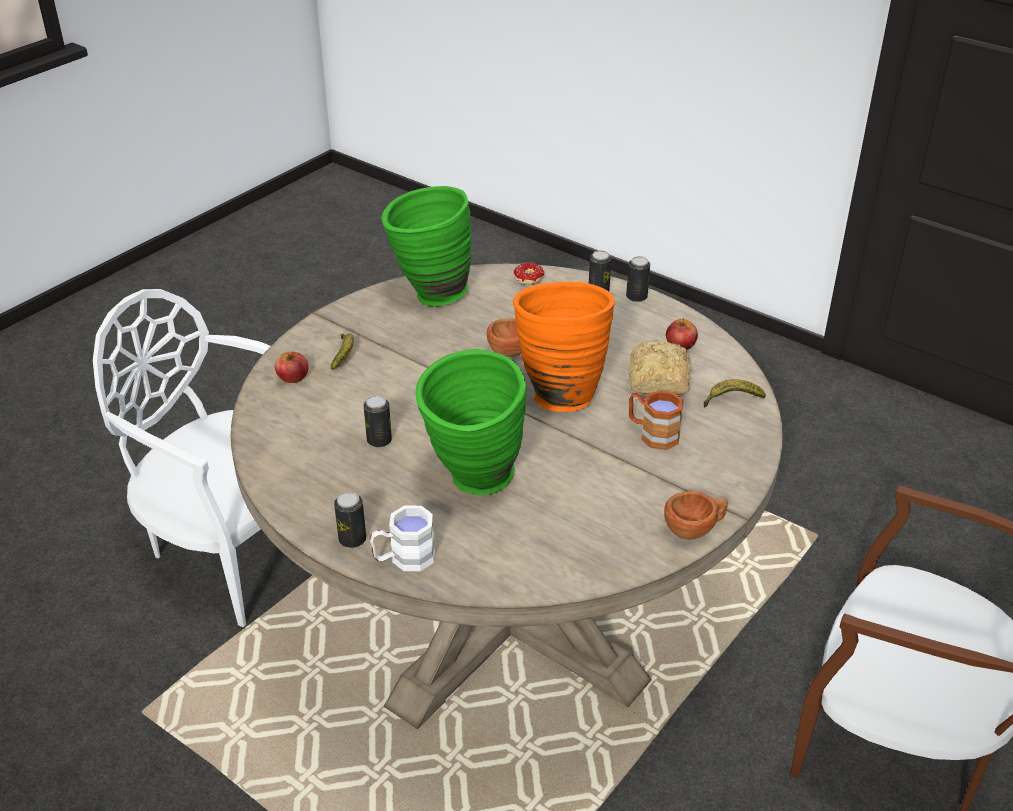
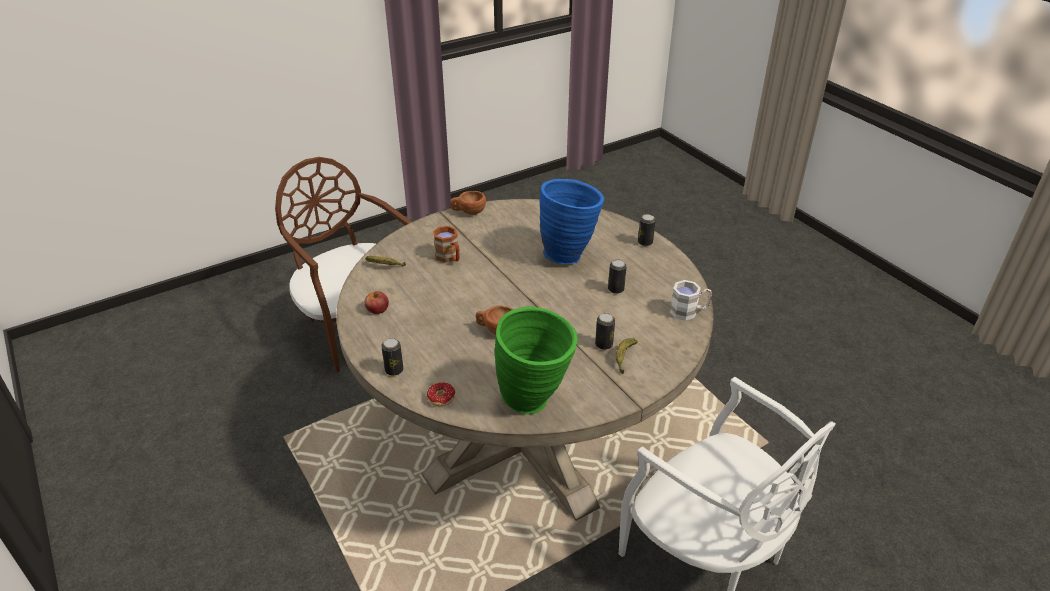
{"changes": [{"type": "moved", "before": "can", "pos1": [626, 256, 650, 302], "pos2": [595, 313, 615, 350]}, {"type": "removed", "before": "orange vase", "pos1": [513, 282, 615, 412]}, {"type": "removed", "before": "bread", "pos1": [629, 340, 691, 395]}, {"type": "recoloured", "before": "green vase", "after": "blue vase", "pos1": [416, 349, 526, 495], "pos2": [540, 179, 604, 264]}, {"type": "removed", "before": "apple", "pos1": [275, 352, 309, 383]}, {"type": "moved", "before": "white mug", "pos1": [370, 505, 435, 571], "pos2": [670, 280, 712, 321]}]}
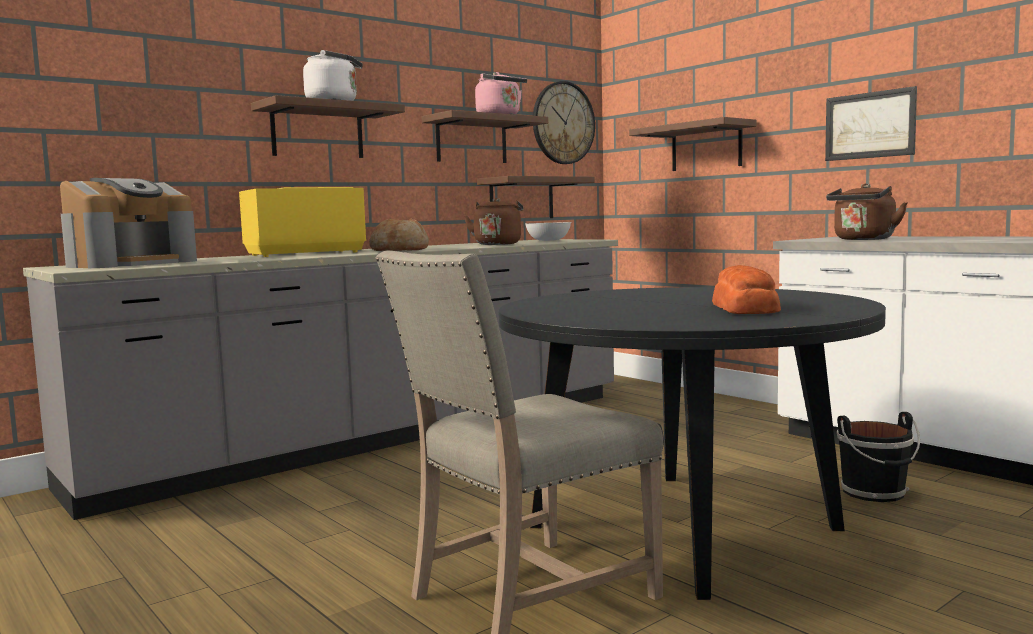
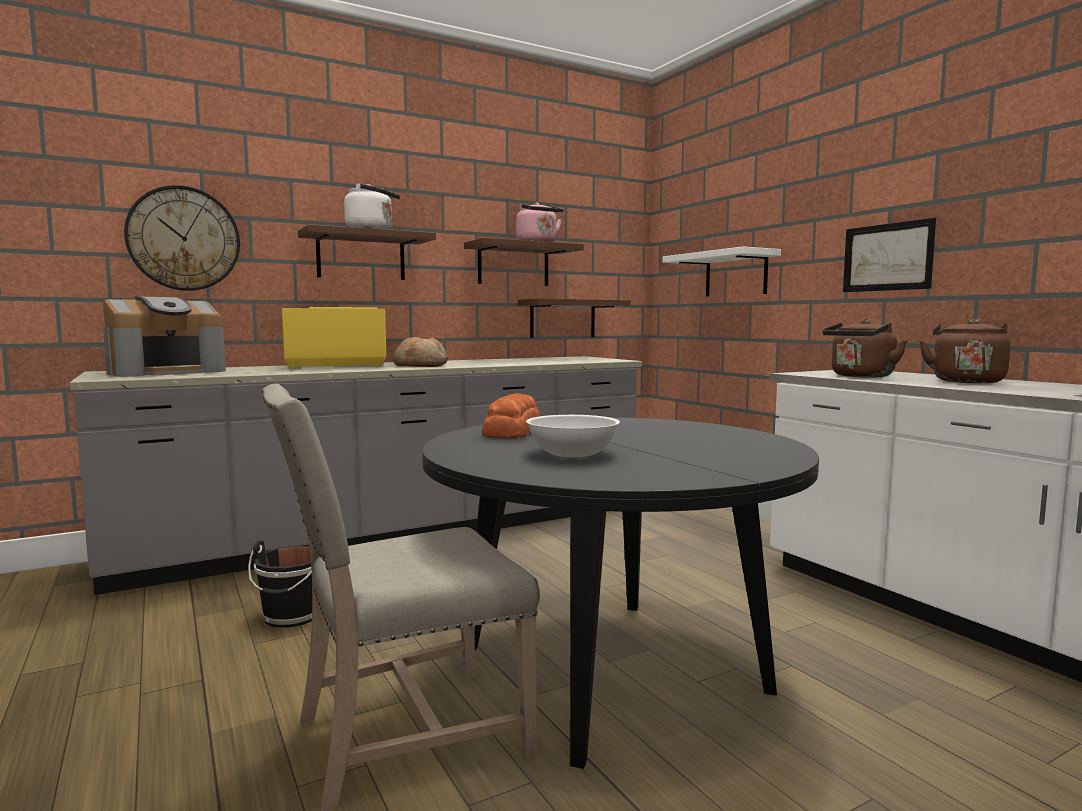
{"changes": [{"type": "moved", "before": "wall clock", "pos1": [533, 81, 595, 164], "pos2": [124, 185, 240, 291]}, {"type": "recoloured", "before": "brown shelf", "after": "white shelf", "pos1": [629, 117, 756, 171], "pos2": [663, 246, 781, 297]}, {"type": "moved", "before": "brown kettle", "pos1": [464, 198, 523, 245], "pos2": [919, 319, 1010, 383]}, {"type": "moved", "before": "white bowl", "pos1": [526, 222, 572, 241], "pos2": [526, 415, 620, 457]}, {"type": "moved", "before": "bread", "pos1": [712, 265, 781, 314], "pos2": [482, 393, 540, 438]}, {"type": "moved", "before": "black bucket", "pos1": [837, 412, 920, 502], "pos2": [248, 541, 312, 627]}]}
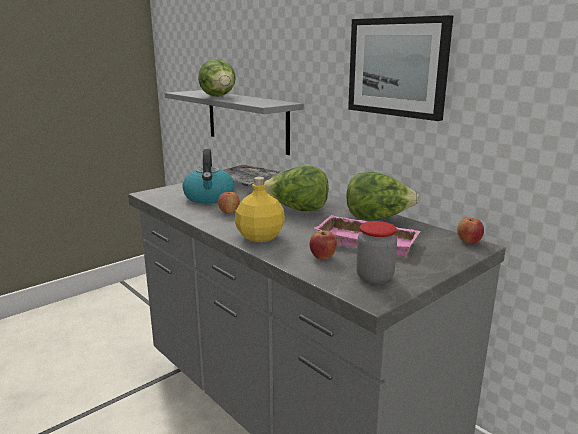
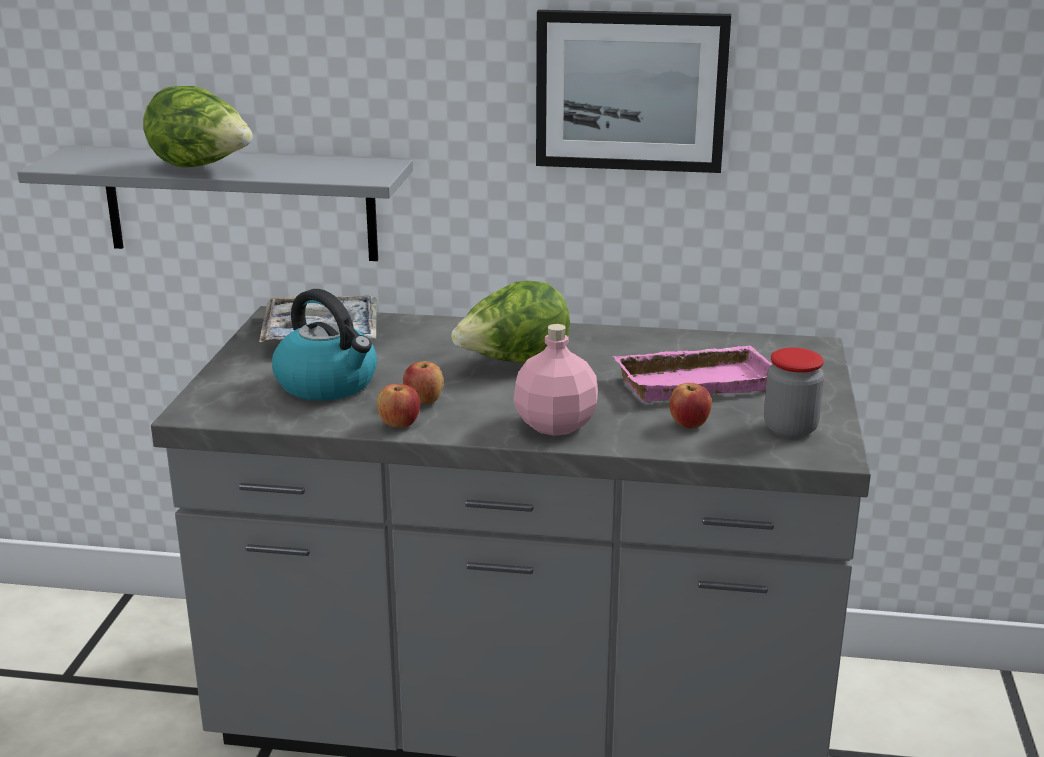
{"changes": [{"type": "removed", "before": "lettuce", "pos1": [346, 172, 419, 221]}, {"type": "recoloured", "before": "yellow bottle", "after": "pink bottle", "pos1": [235, 177, 285, 242], "pos2": [513, 324, 598, 436]}, {"type": "moved", "before": "apple", "pos1": [457, 218, 484, 244], "pos2": [377, 384, 420, 428]}]}
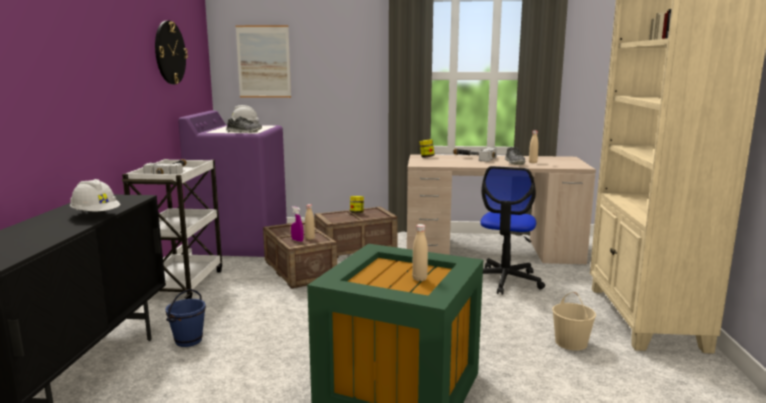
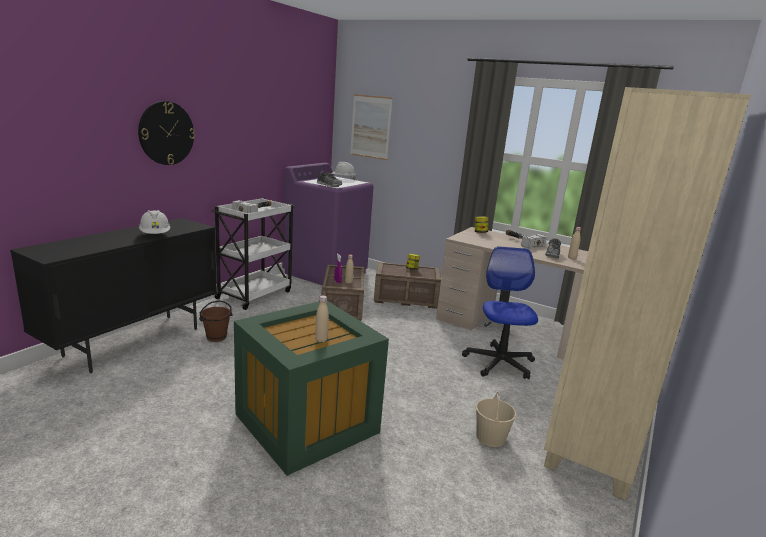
{"changes": [{"type": "moved", "before": "wall clock", "pos1": [155, 20, 188, 84], "pos2": [138, 101, 195, 165]}, {"type": "turned", "before": "office chair", "pos1": [480, 166, 545, 295], "pos2": [462, 246, 538, 379], "turn": 135}, {"type": "recoloured", "before": "blue bucket", "after": "brown bucket", "pos1": [165, 289, 206, 347], "pos2": [199, 300, 233, 342]}]}
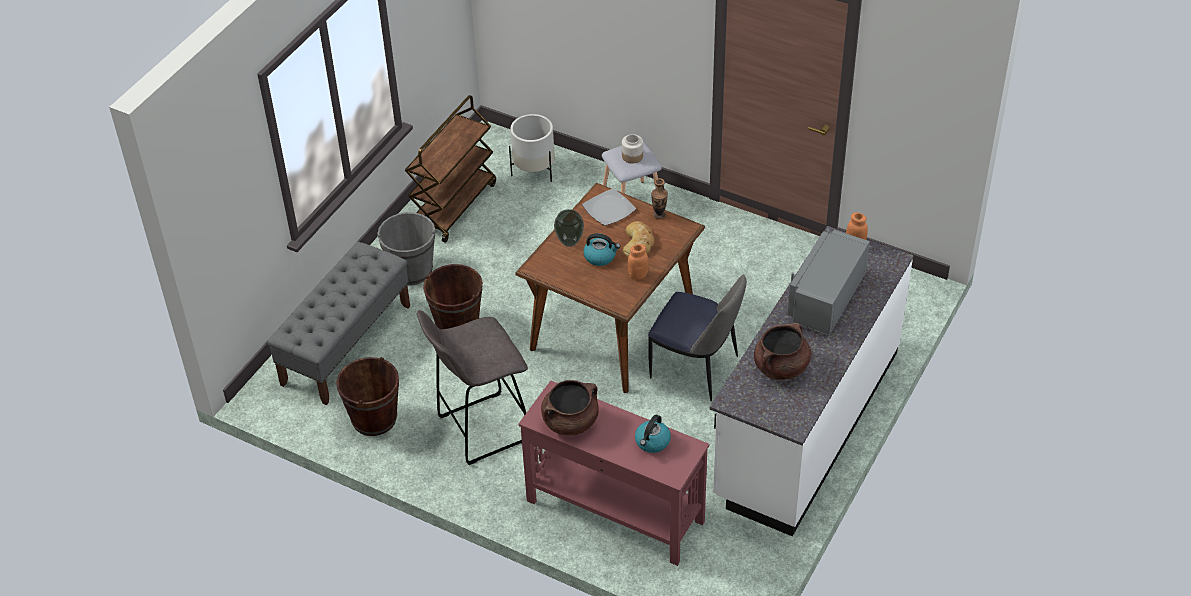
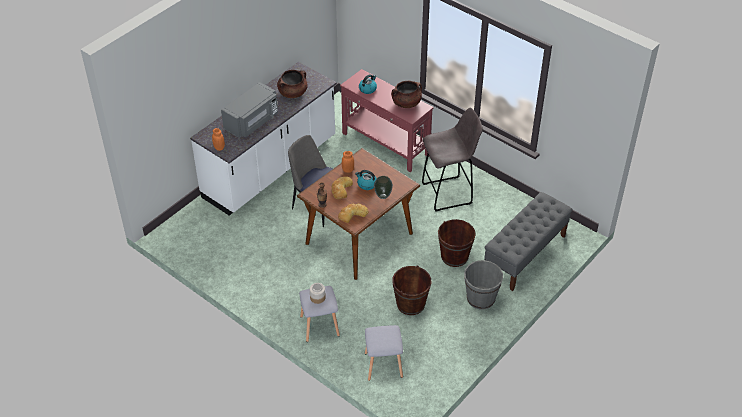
{"changes": [{"type": "removed", "before": "brown cart", "pos1": [405, 95, 496, 243]}, {"type": "replaced", "before": "white planter", "after": "grey stool", "pos1": [509, 114, 555, 182], "pos2": [365, 325, 403, 381]}, {"type": "replaced", "before": "plate", "after": "bread", "pos1": [582, 188, 636, 226], "pos2": [338, 204, 369, 223]}, {"type": "moved", "before": "brown bucket", "pos1": [336, 357, 399, 436], "pos2": [392, 265, 431, 315]}]}
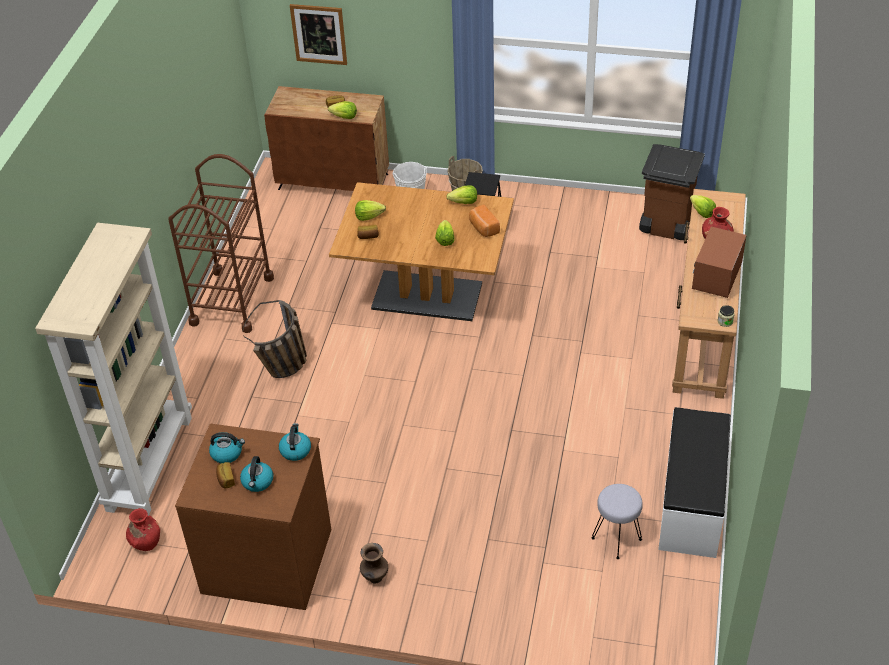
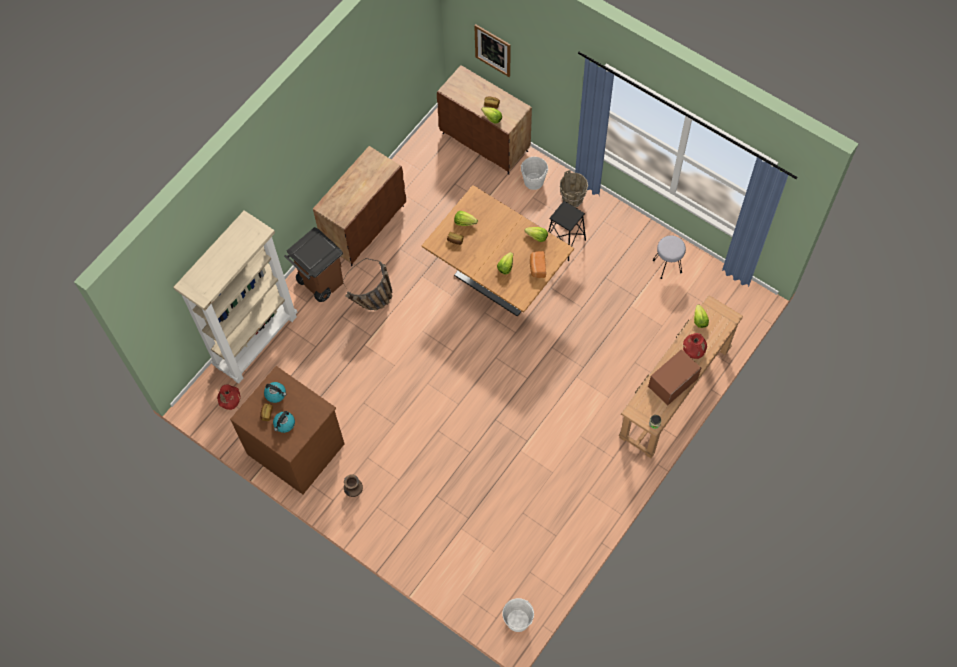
{"changes": [{"type": "moved", "before": "brown trash can", "pos1": [639, 144, 705, 240], "pos2": [284, 227, 343, 302]}, {"type": "replaced", "before": "brown cart", "after": "brown cabinet", "pos1": [168, 154, 274, 333], "pos2": [313, 146, 406, 266]}, {"type": "removed", "before": "white bench", "pos1": [658, 407, 731, 558]}, {"type": "removed", "before": "kettle", "pos1": [279, 423, 311, 461]}, {"type": "moved", "before": "grey stool", "pos1": [591, 484, 643, 559], "pos2": [653, 235, 686, 279]}, {"type": "added", "after": "white bucket", "pos2": [502, 598, 534, 632]}]}
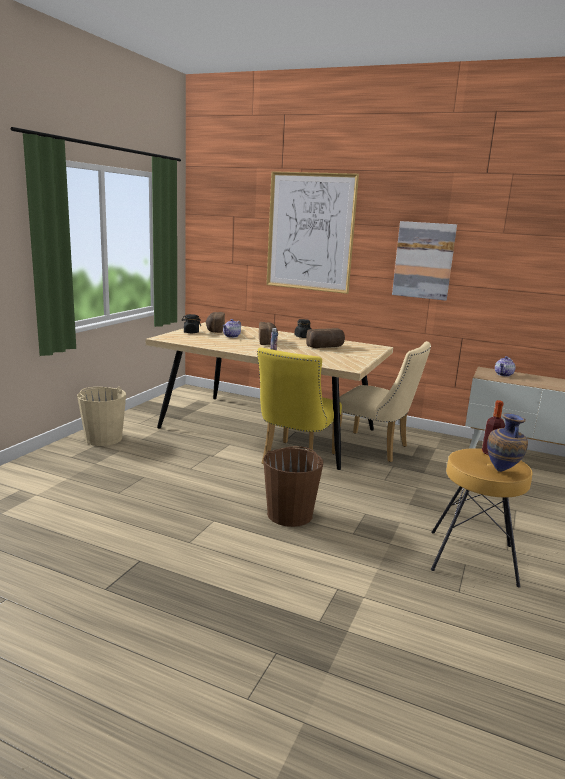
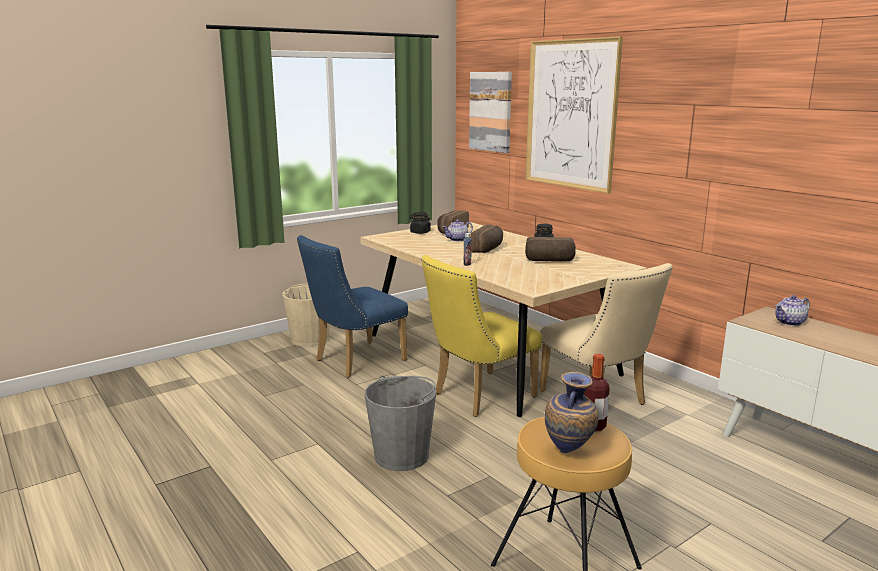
{"changes": [{"type": "moved", "before": "picture", "pos1": [392, 221, 457, 301], "pos2": [469, 72, 512, 153]}, {"type": "recoloured", "before": "brown bucket", "after": "grey bucket", "pos1": [263, 446, 323, 527], "pos2": [364, 376, 436, 471]}, {"type": "added", "after": "blue chair", "pos2": [297, 235, 408, 378]}]}
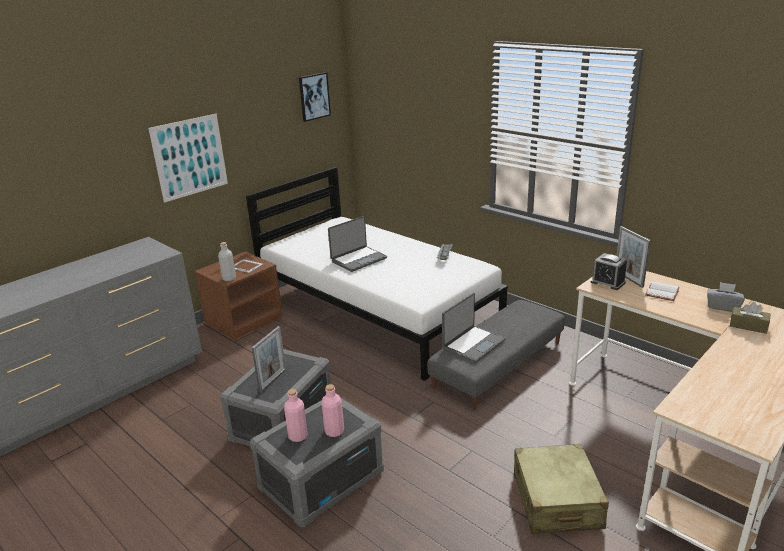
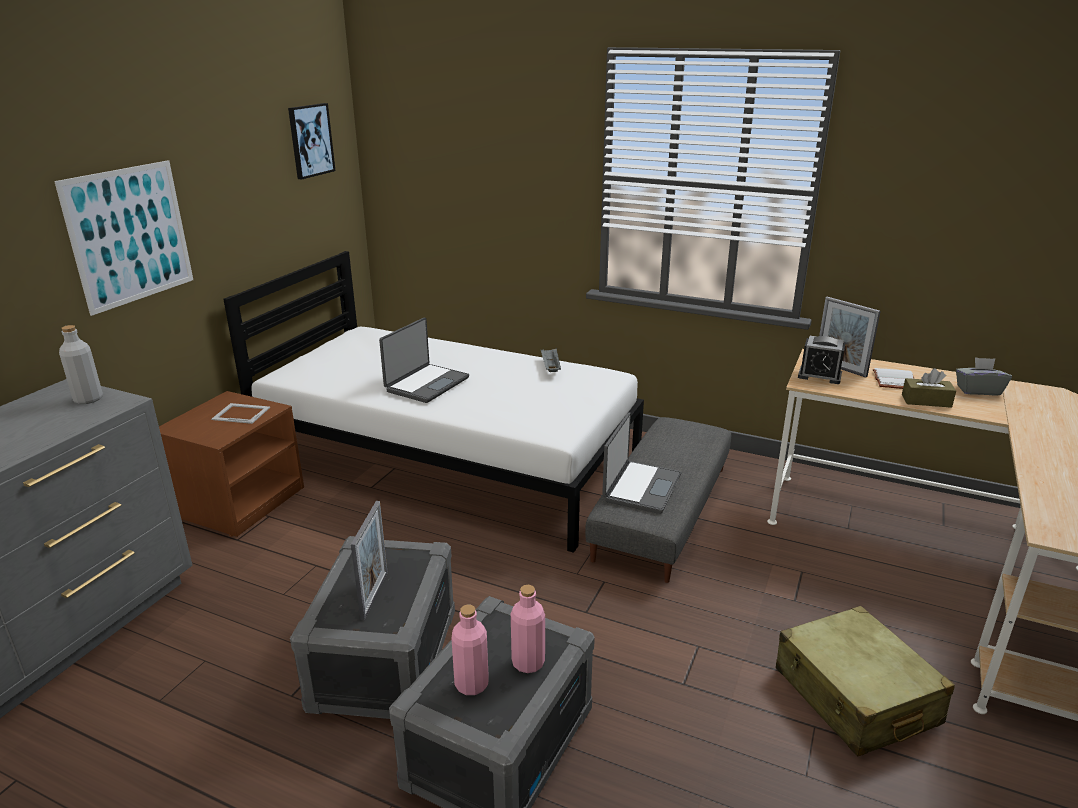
{"changes": [{"type": "moved", "before": "grey bottle", "pos1": [218, 242, 236, 281], "pos2": [59, 325, 103, 404]}, {"type": "moved", "before": "brown tissue box", "pos1": [730, 302, 770, 334], "pos2": [902, 368, 956, 408]}]}
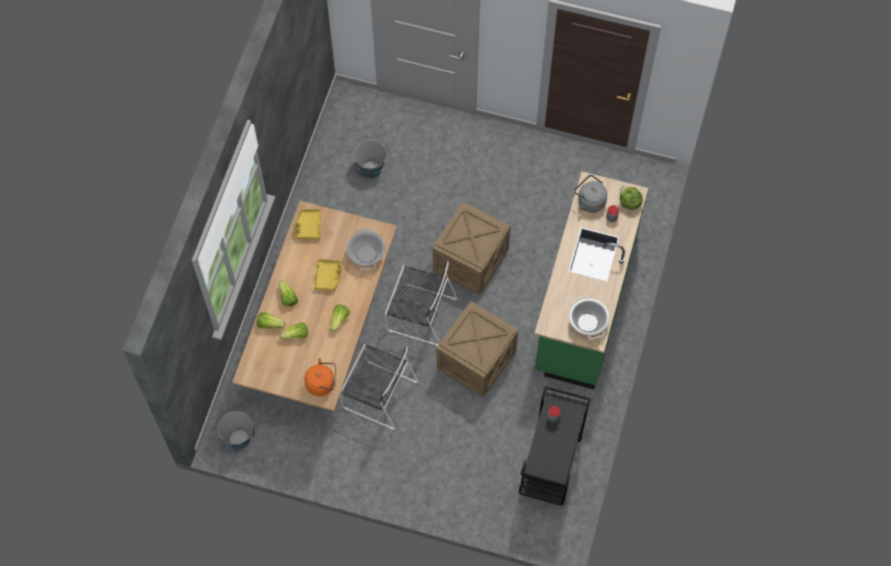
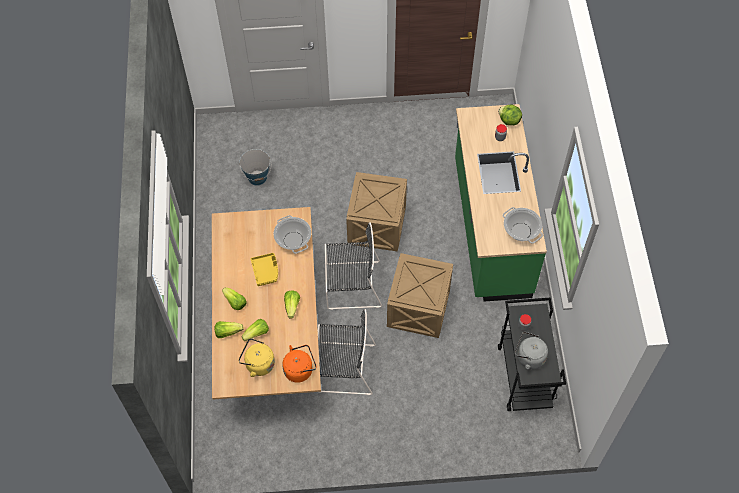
{"changes": [{"type": "moved", "before": "grey kettle", "pos1": [574, 175, 607, 213], "pos2": [515, 332, 548, 370]}, {"type": "removed", "before": "yellow tray", "pos1": [295, 209, 321, 239]}, {"type": "removed", "before": "bucket", "pos1": [218, 411, 254, 449]}, {"type": "added", "after": "yellow kettle", "pos2": [238, 338, 275, 377]}]}
